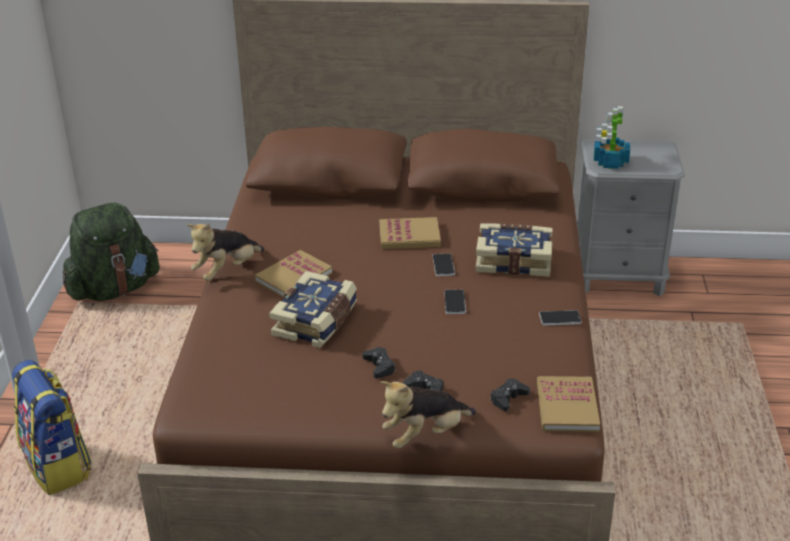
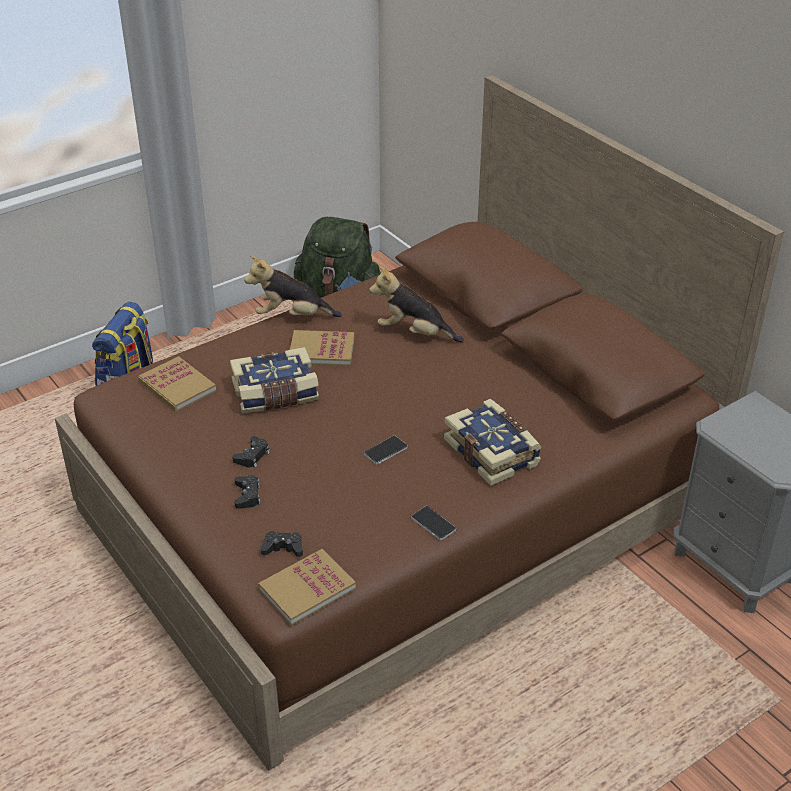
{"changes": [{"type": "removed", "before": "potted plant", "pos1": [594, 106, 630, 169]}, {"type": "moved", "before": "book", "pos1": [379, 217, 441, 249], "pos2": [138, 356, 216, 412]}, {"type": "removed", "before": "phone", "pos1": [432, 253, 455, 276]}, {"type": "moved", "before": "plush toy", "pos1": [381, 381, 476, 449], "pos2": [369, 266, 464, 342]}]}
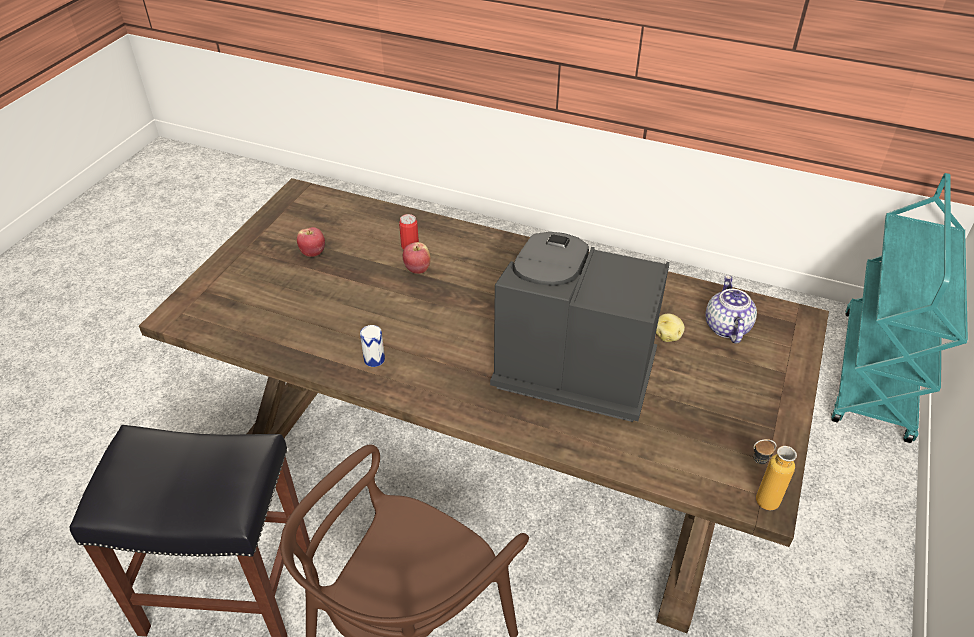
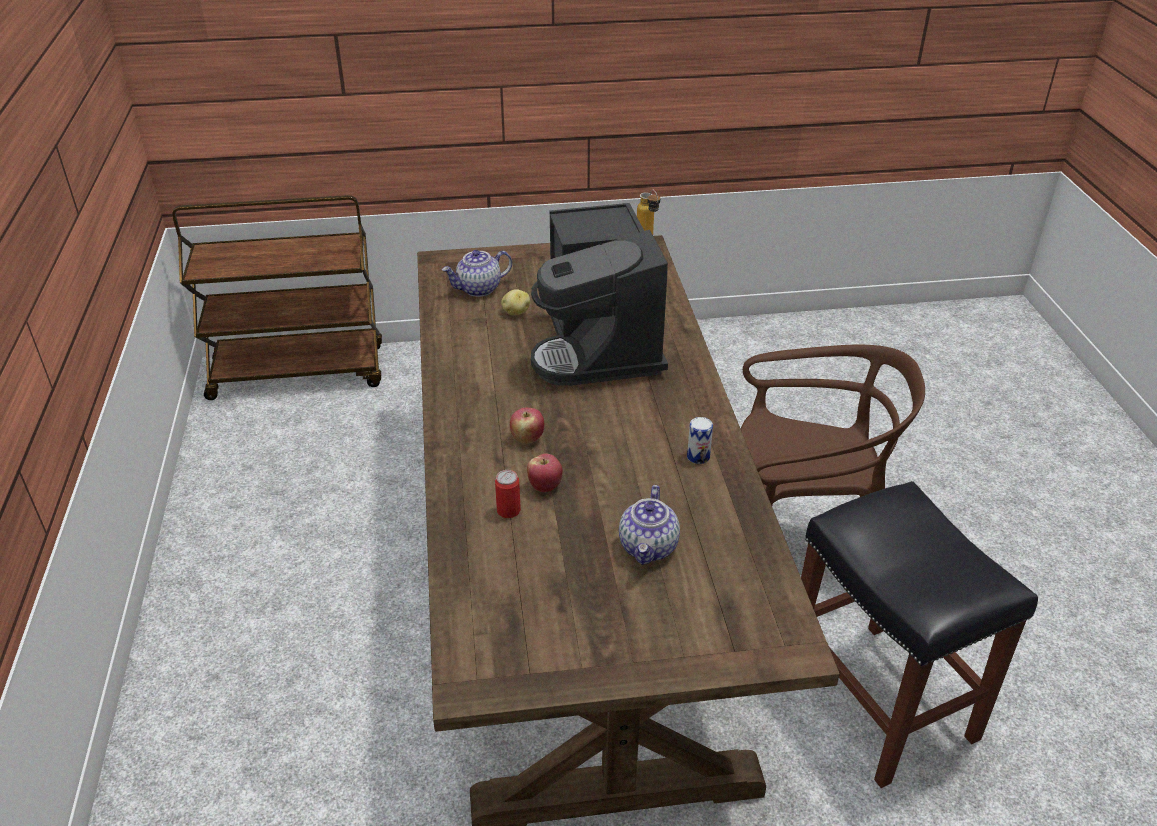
{"changes": [{"type": "recoloured", "before": "turquoise cart", "after": "brown cart", "pos1": [831, 173, 968, 443], "pos2": [172, 195, 382, 400]}, {"type": "moved", "before": "apple", "pos1": [297, 227, 325, 257], "pos2": [510, 408, 545, 444]}, {"type": "added", "after": "teapot", "pos2": [619, 485, 680, 565]}]}
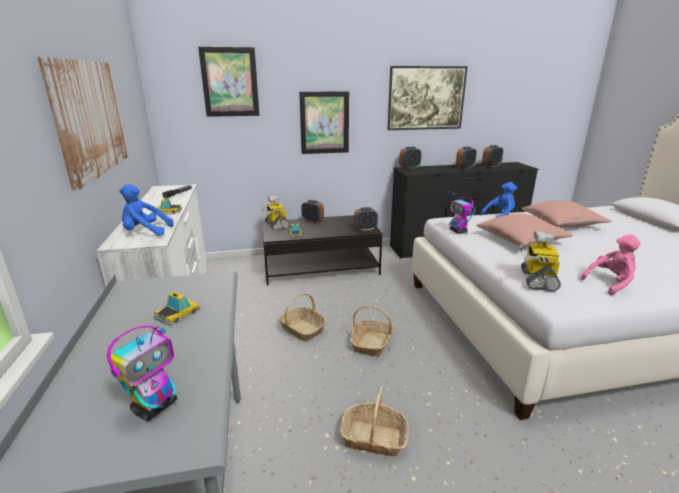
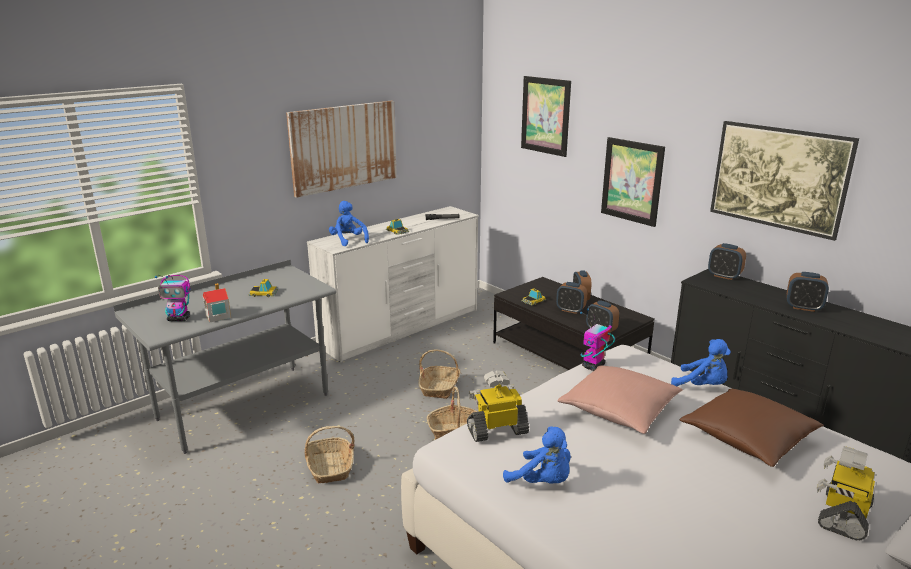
{"changes": [{"type": "moved", "before": "alarm clock", "pos1": [482, 145, 503, 168], "pos2": [556, 282, 587, 314]}, {"type": "moved", "before": "toy robot", "pos1": [262, 196, 289, 230], "pos2": [817, 446, 875, 541]}, {"type": "recoloured", "before": "pink pillow", "after": "brown pillow", "pos1": [522, 200, 611, 228], "pos2": [680, 389, 824, 467]}, {"type": "recoloured", "before": "pink plush toy", "after": "blue plush toy", "pos1": [580, 234, 641, 295], "pos2": [503, 426, 571, 483]}, {"type": "added", "after": "toy house", "pos2": [203, 283, 231, 322]}]}
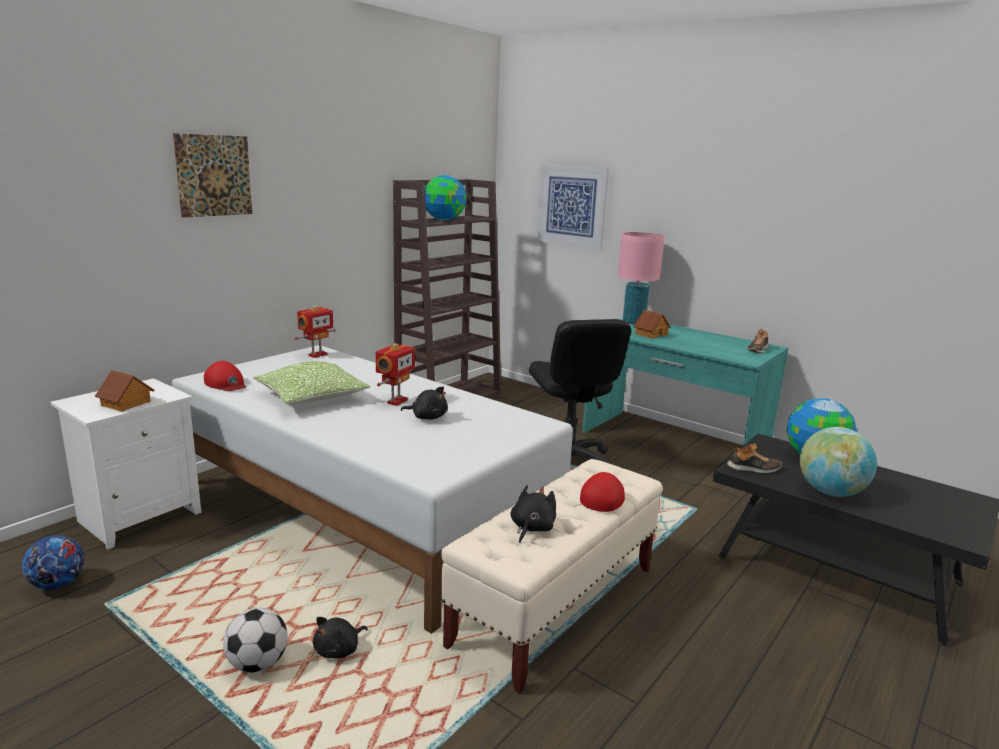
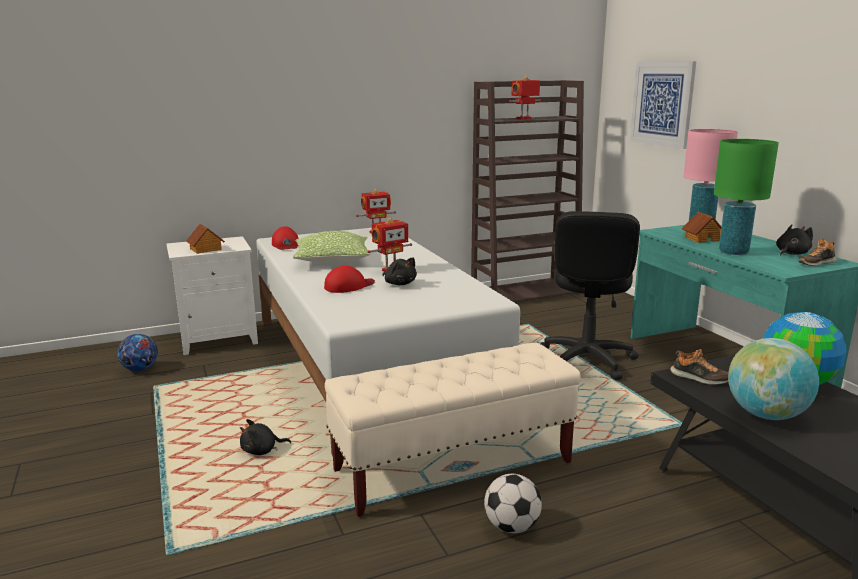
{"changes": [{"type": "removed", "before": "picture", "pos1": [173, 133, 252, 218]}, {"type": "replaced", "before": "globe", "after": "toy robot", "pos1": [425, 175, 466, 221], "pos2": [509, 76, 541, 119]}, {"type": "moved", "before": "red cap", "pos1": [580, 472, 625, 512], "pos2": [324, 265, 375, 293]}, {"type": "moved", "before": "black plush toy", "pos1": [511, 485, 556, 543], "pos2": [776, 224, 813, 256]}, {"type": "moved", "before": "football", "pos1": [223, 608, 288, 673], "pos2": [484, 474, 542, 533]}, {"type": "added", "after": "green table lamp", "pos2": [714, 139, 779, 255]}]}
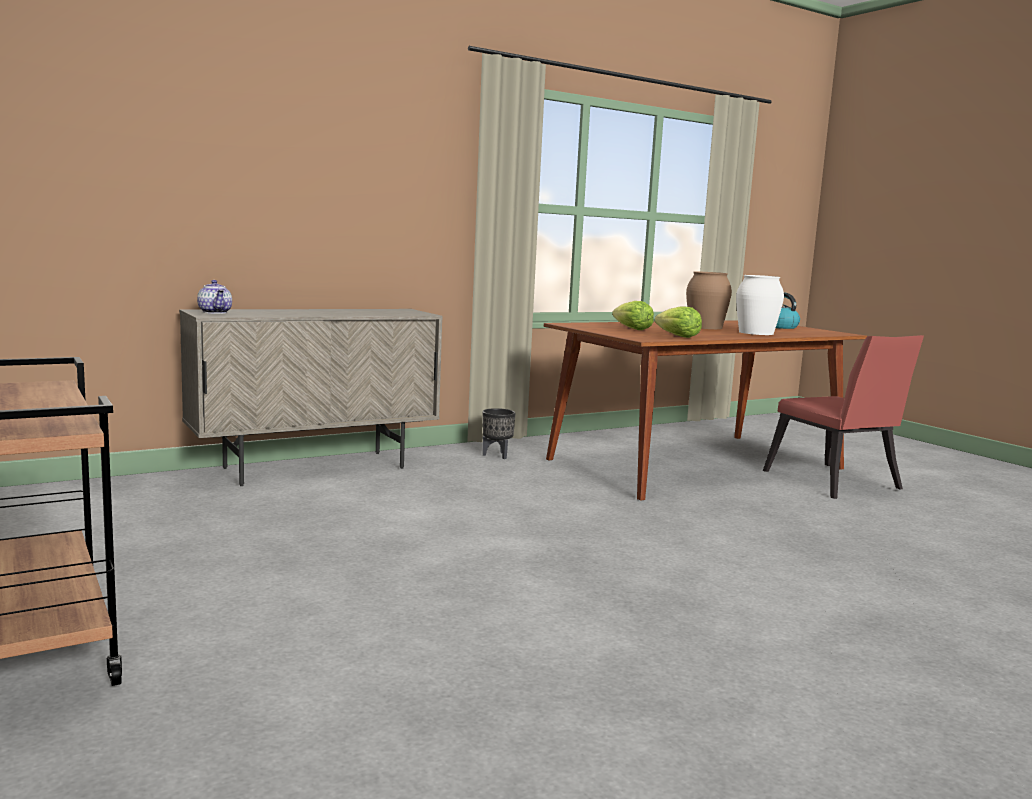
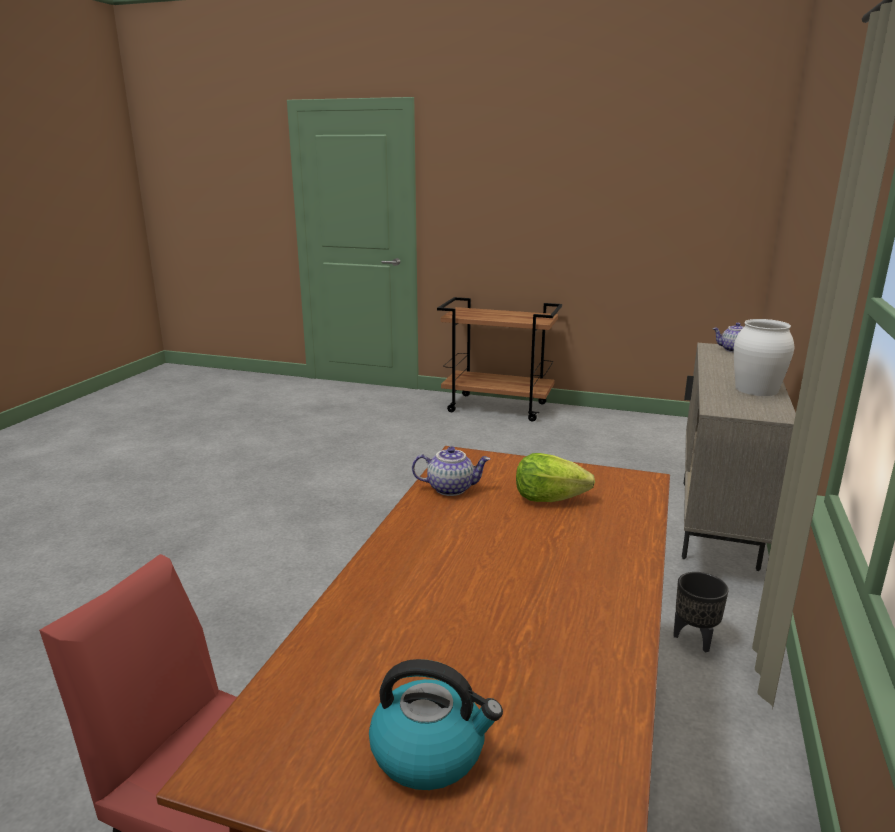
{"changes": [{"type": "removed", "before": "brown vase", "pos1": [686, 271, 732, 329]}, {"type": "moved", "before": "white vase", "pos1": [736, 275, 784, 335], "pos2": [734, 319, 794, 396]}, {"type": "replaced", "before": "lettuce", "after": "teapot", "pos1": [655, 306, 702, 338], "pos2": [412, 446, 490, 496]}]}
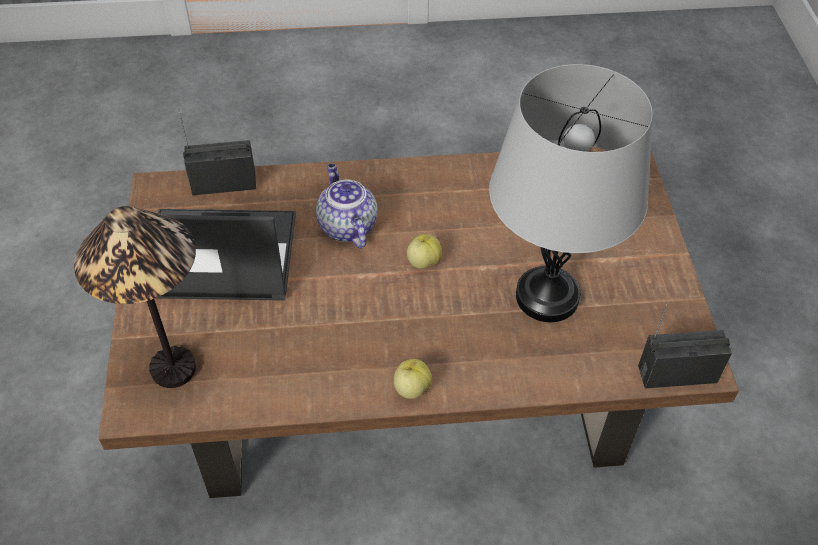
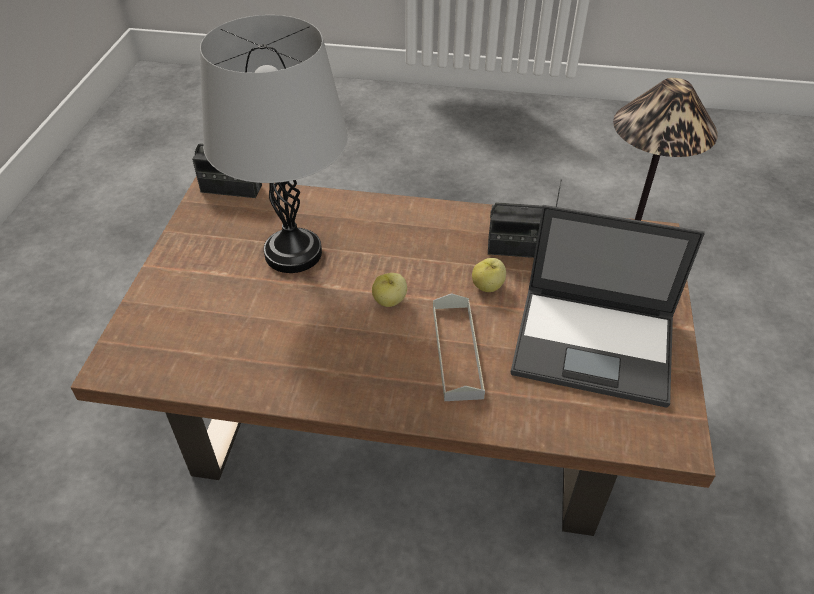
{"changes": [{"type": "moved", "before": "radio", "pos1": [178, 108, 256, 195], "pos2": [488, 179, 562, 258]}, {"type": "replaced", "before": "teapot", "after": "grey tray", "pos1": [316, 164, 378, 249], "pos2": [433, 293, 485, 401]}, {"type": "moved", "before": "apple", "pos1": [394, 359, 432, 399], "pos2": [472, 258, 506, 292]}]}
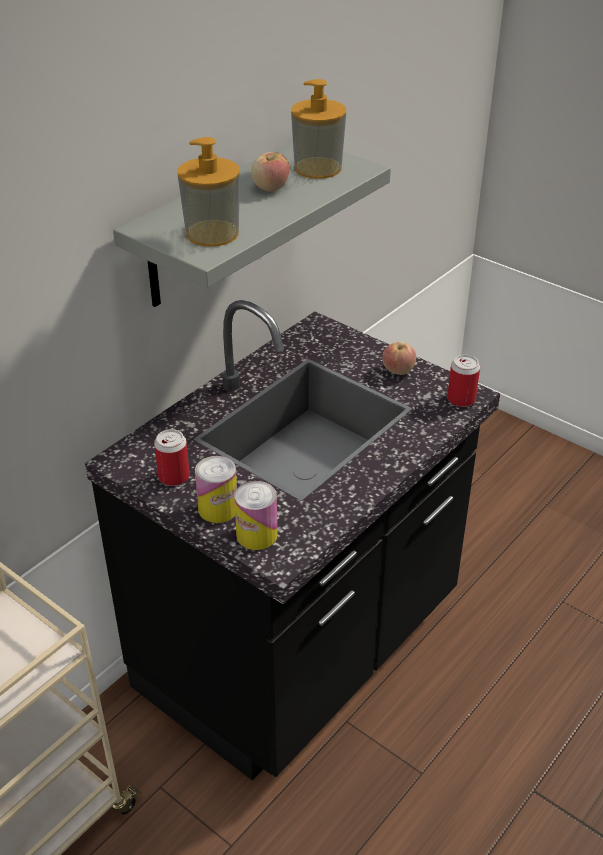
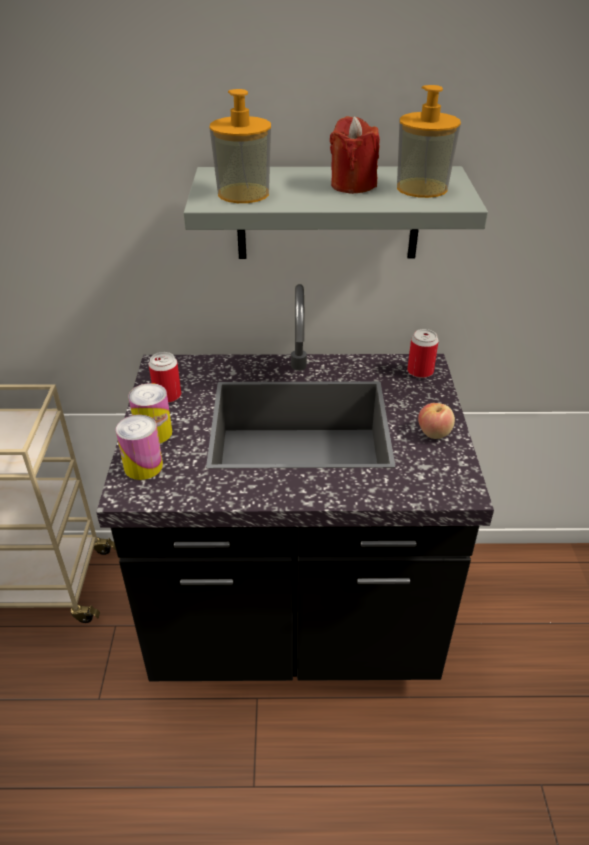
{"changes": [{"type": "replaced", "before": "apple", "after": "red candle", "pos1": [251, 152, 290, 192], "pos2": [330, 116, 380, 194]}, {"type": "moved", "before": "can", "pos1": [447, 355, 480, 407], "pos2": [407, 329, 439, 378]}]}
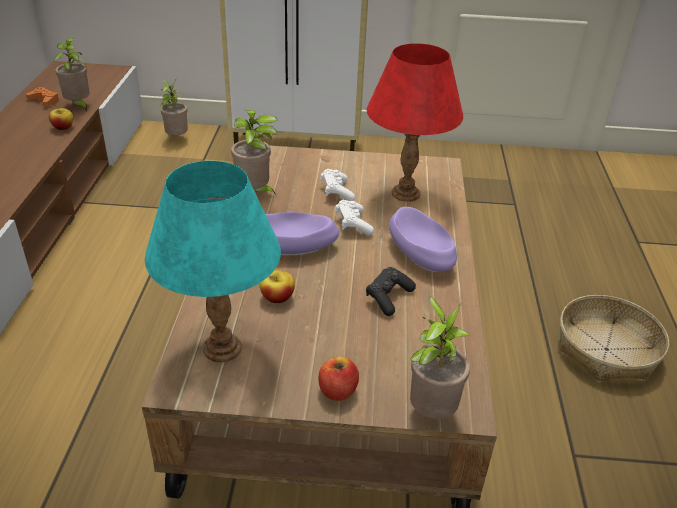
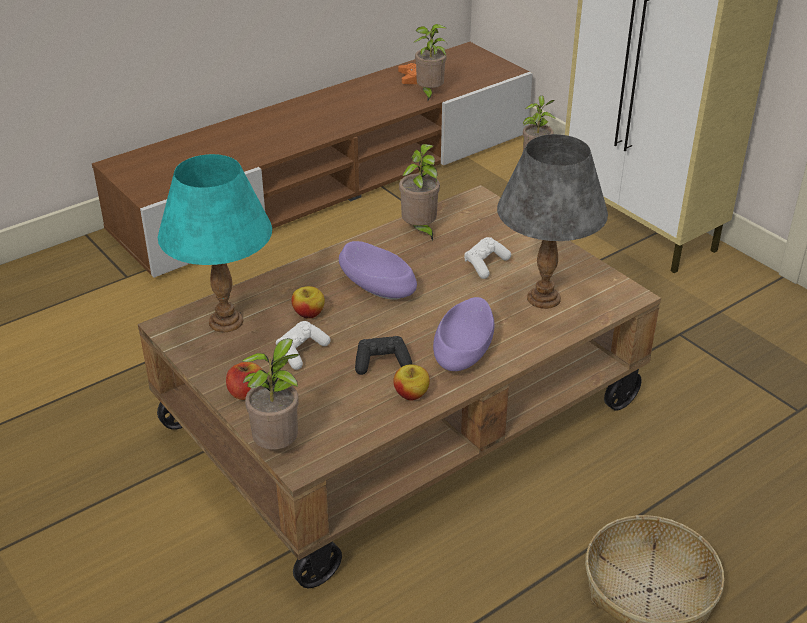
{"changes": [{"type": "recoloured", "before": "red table lamp", "after": "grey table lamp", "pos1": [367, 43, 463, 202], "pos2": [497, 134, 608, 309]}, {"type": "moved", "before": "apple", "pos1": [49, 108, 73, 130], "pos2": [393, 365, 430, 401]}, {"type": "moved", "before": "white game controller", "pos1": [335, 200, 374, 236], "pos2": [276, 321, 330, 370]}]}
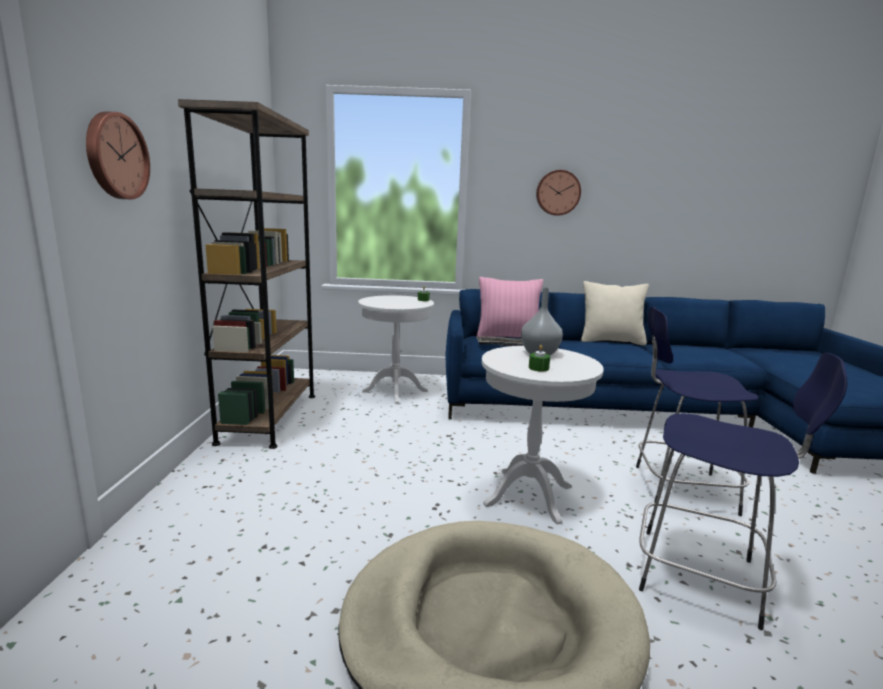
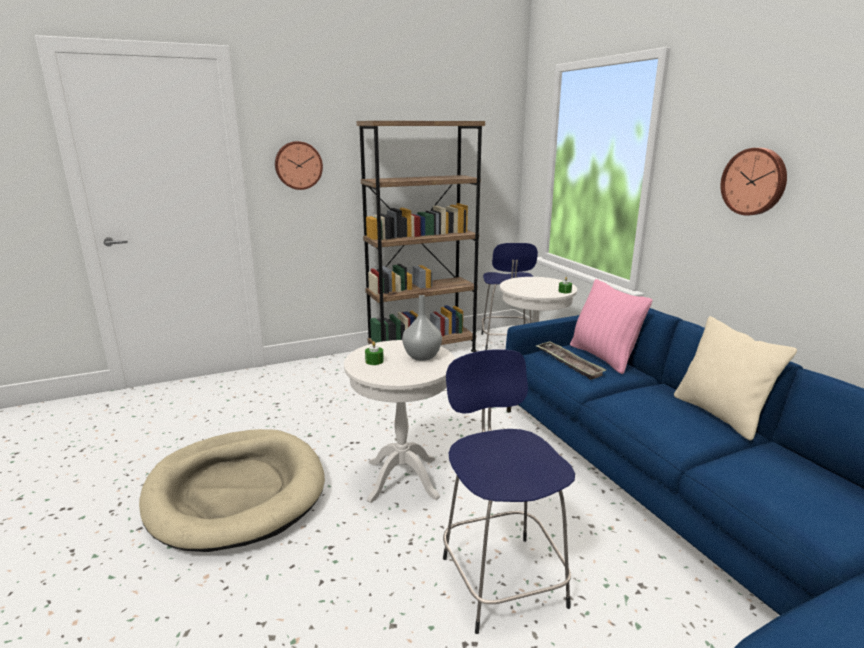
{"changes": [{"type": "moved", "before": "blue stool", "pos1": [639, 353, 847, 630], "pos2": [481, 243, 538, 350]}]}
